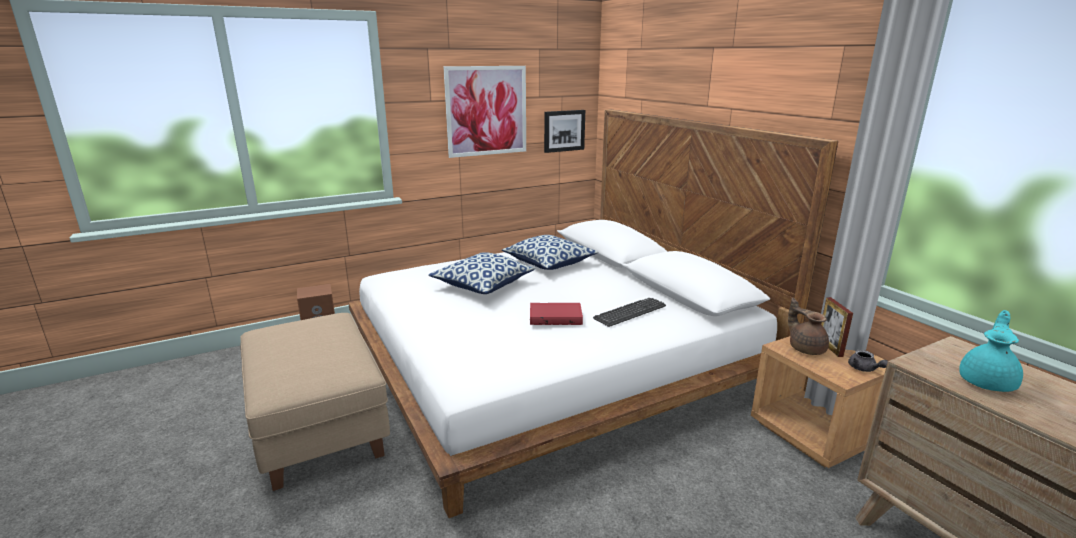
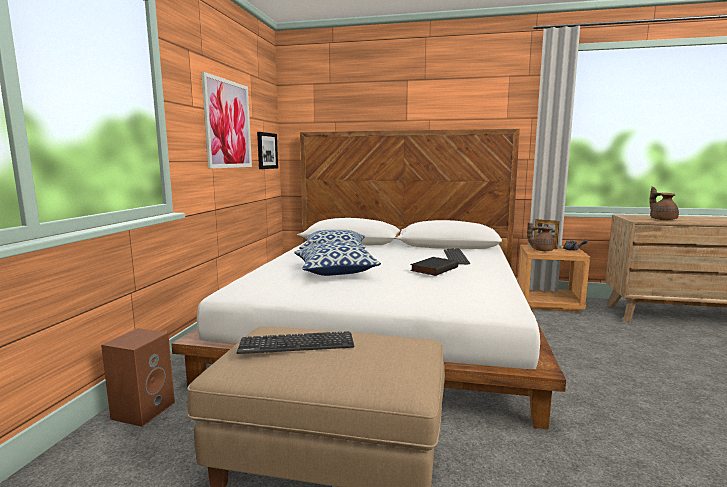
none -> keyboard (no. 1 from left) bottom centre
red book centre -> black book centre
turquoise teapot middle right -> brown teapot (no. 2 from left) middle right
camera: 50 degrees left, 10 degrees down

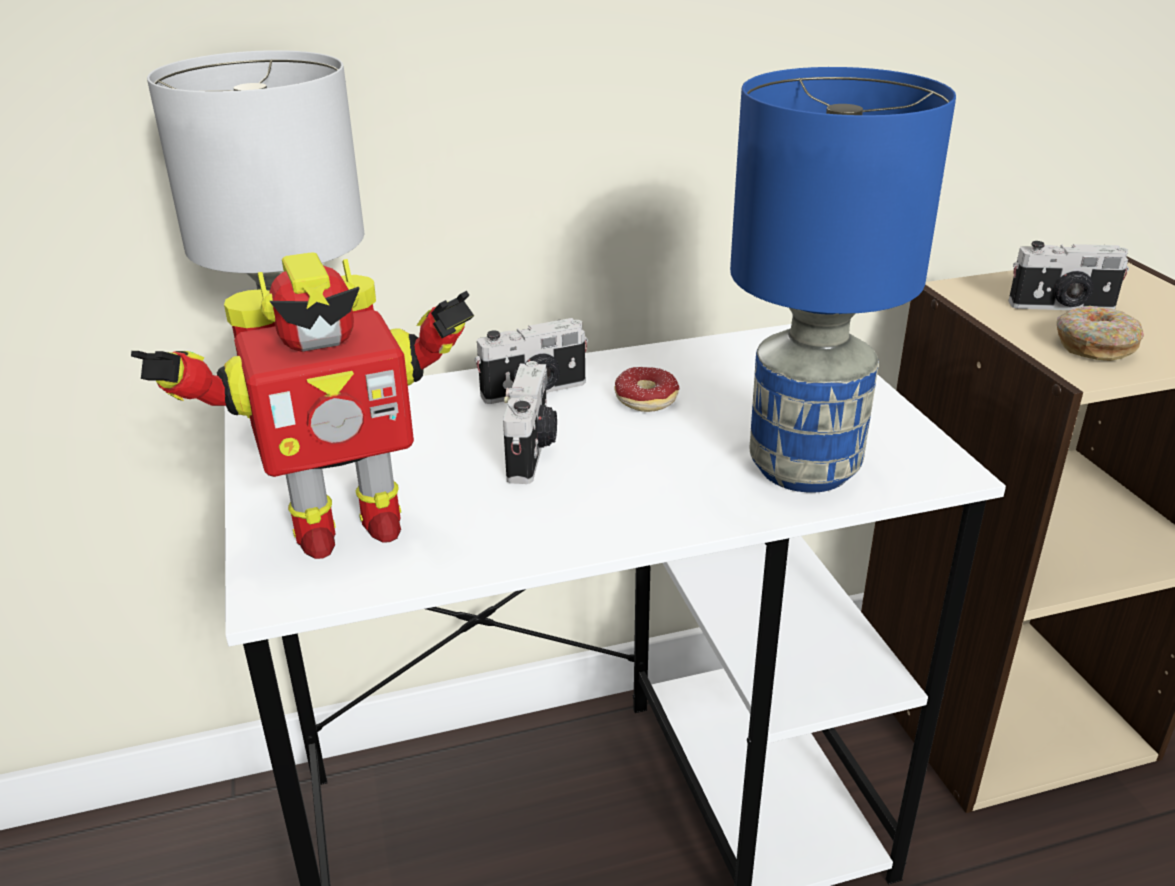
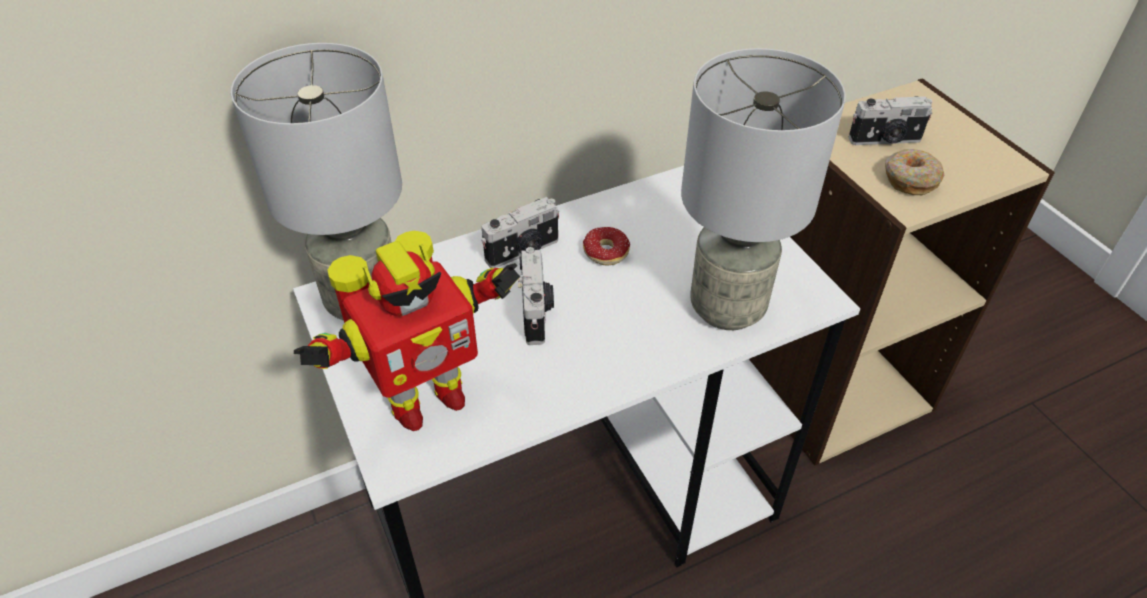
blue table lamp top right -> grey table lamp (no. 2 from left) top centre
camera: 10 degrees left, 15 degrees up

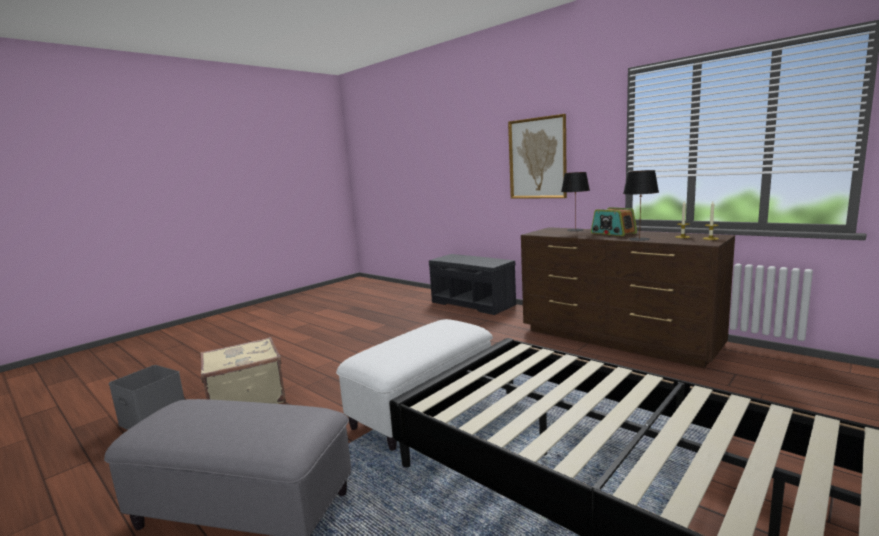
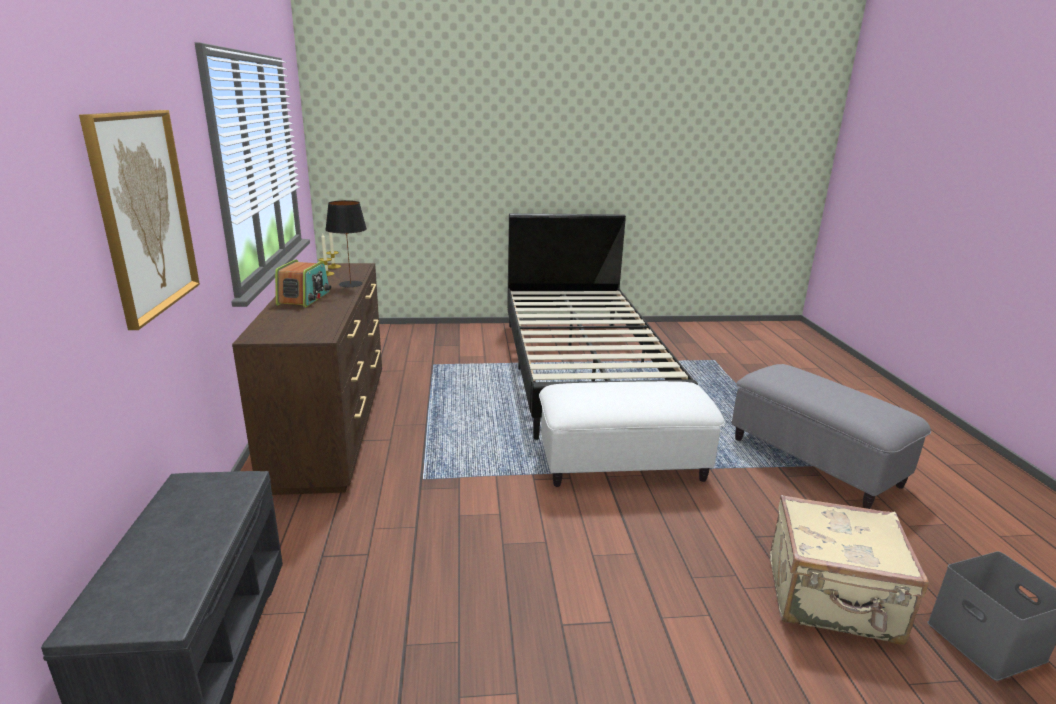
black table lamp (no. 1 from left) centre -> none
camera: 140 degrees left, 10 degrees up

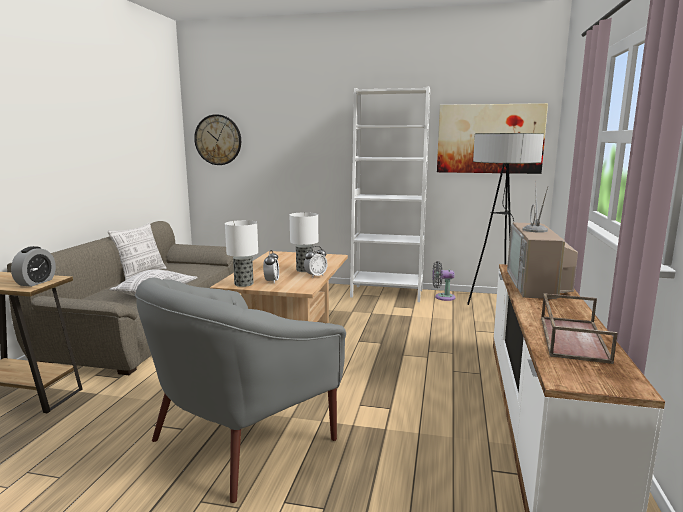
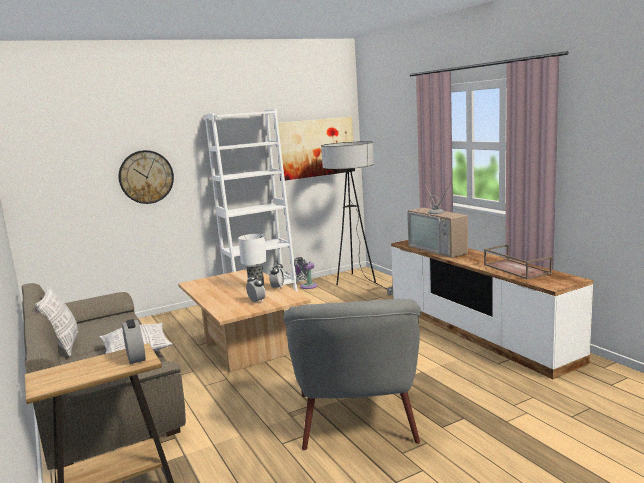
table lamp (no. 1 from left) centre -> none
wall clock top left -> wall clock middle left, relocated
camera: 40 degrees left, 0 degrees up

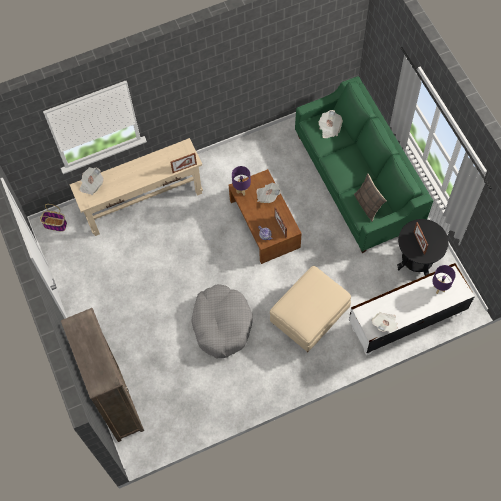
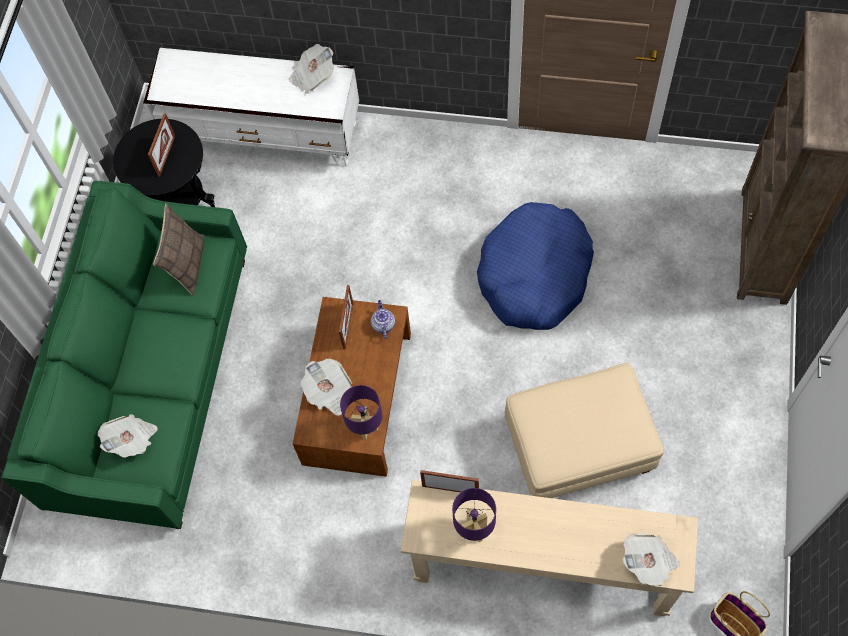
beige ottoman centre -> beige ottoman bottom right, relocated
purple table lamp (no. 2 from left) middle right -> purple table lamp (no. 2 from left) bottom centre, relocated
grey dog bed centre -> blue dog bed centre
camera: 145 degrees left, 0 degrees up

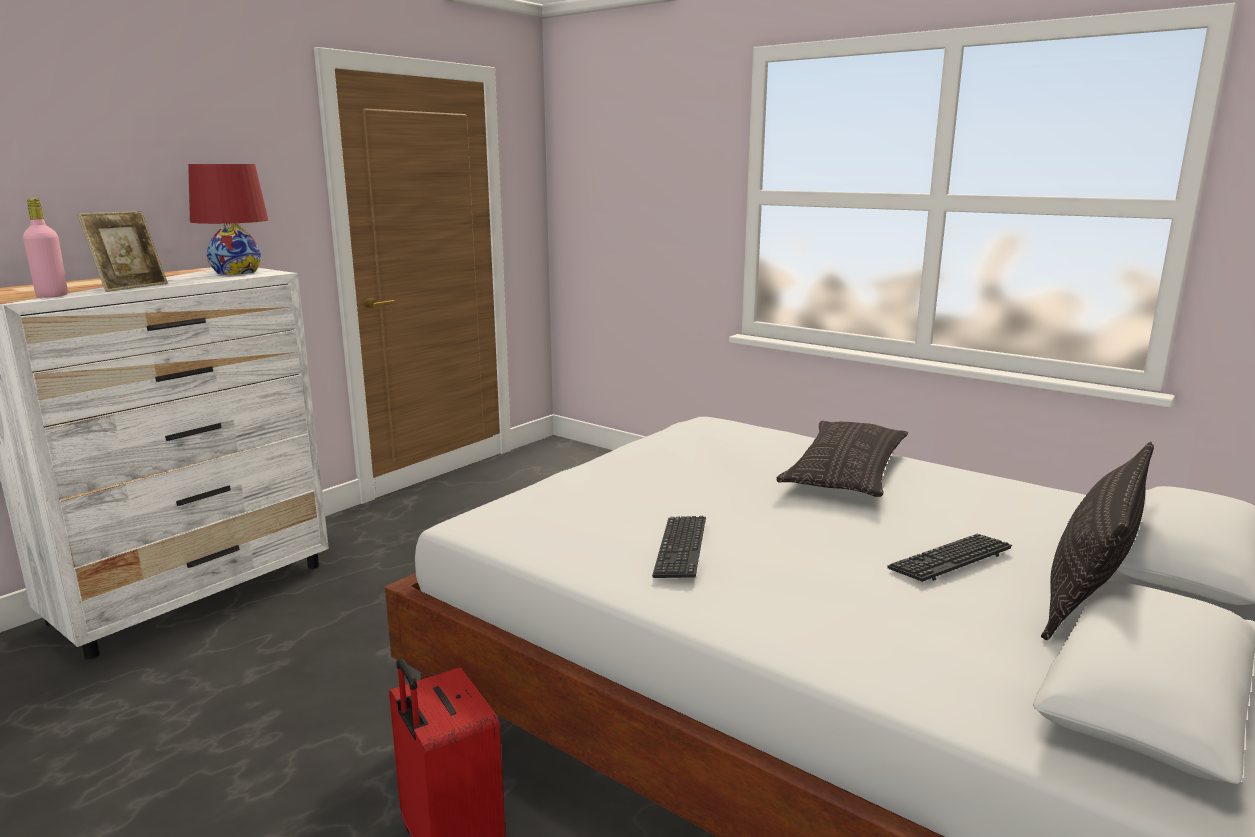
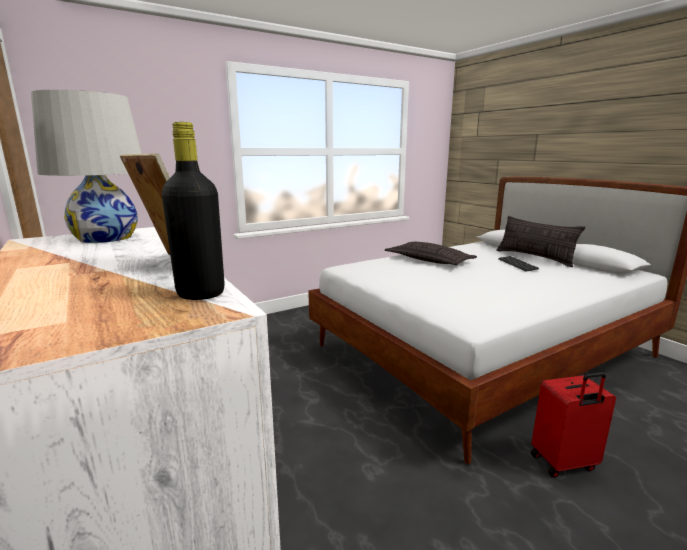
keyboard (no. 1 from left) centre -> none
pink bottle top left -> black bottle middle left
red table lamp top left -> white table lamp top left
camera: 70 degrees left, 0 degrees up

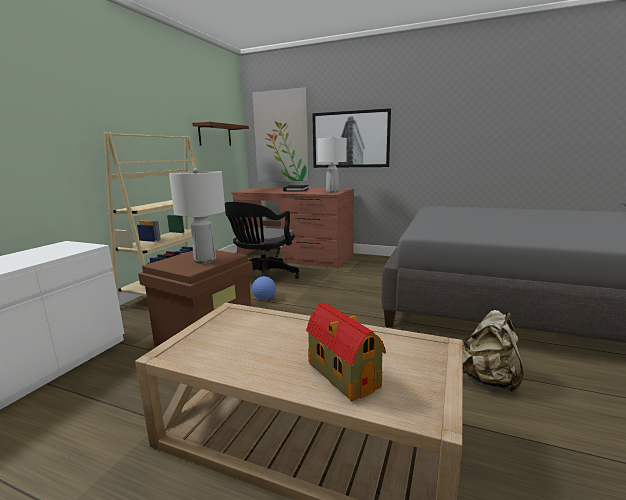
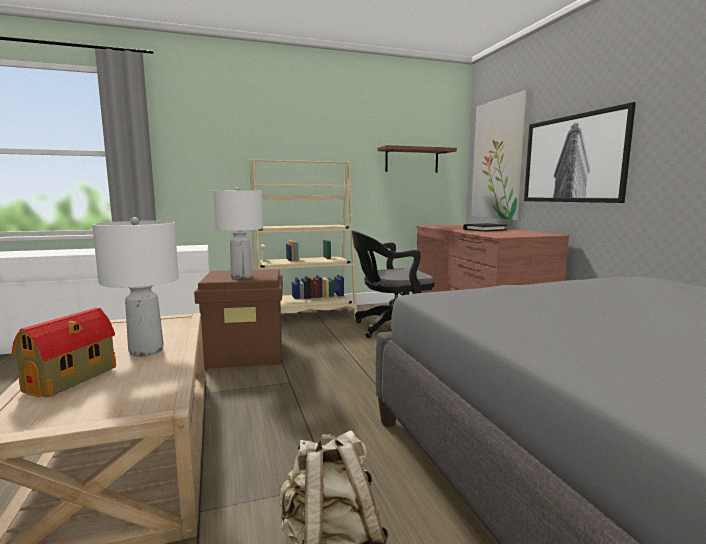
football centre -> none
white table lamp (no. 2 from left in the first image) top centre -> white table lamp (no. 1 from left) middle left, relocated
camera: 50 degrees right, 5 degrees down

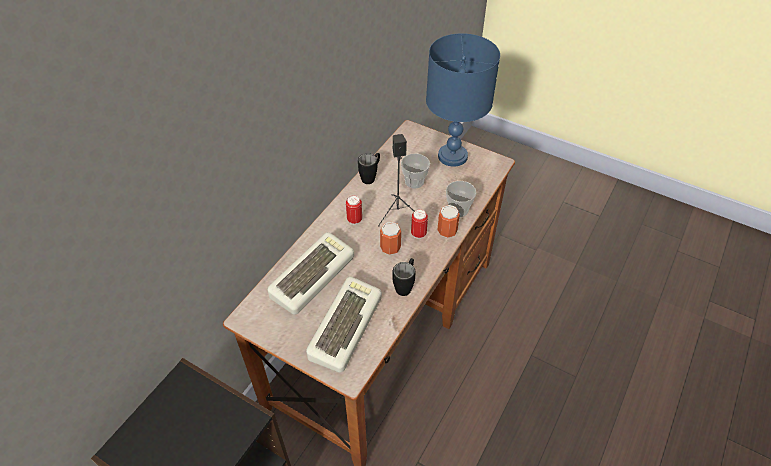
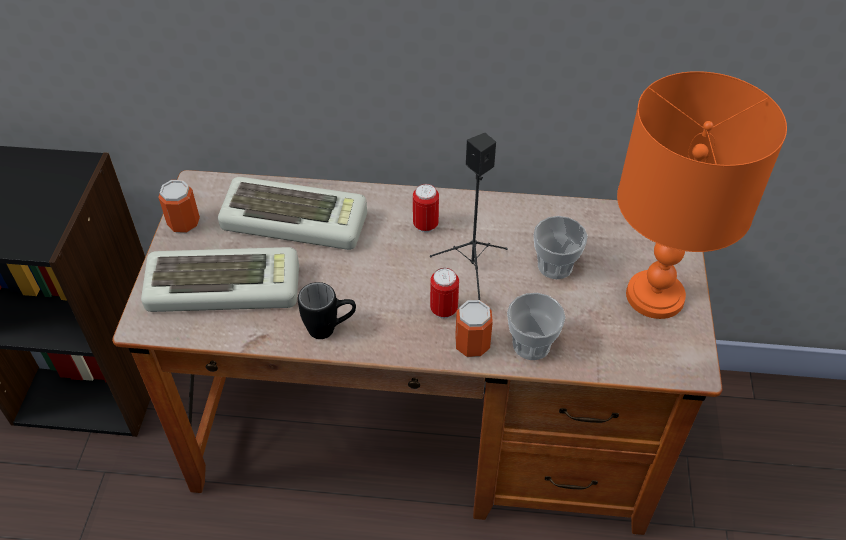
black mug (no. 1 from left) centre -> none
can (no. 2 from left in the first image) centre -> can (no. 1 from left) middle left, relocated
blue table lamp top centre -> orange table lamp middle right
camera: 65 degrees right, 0 degrees up

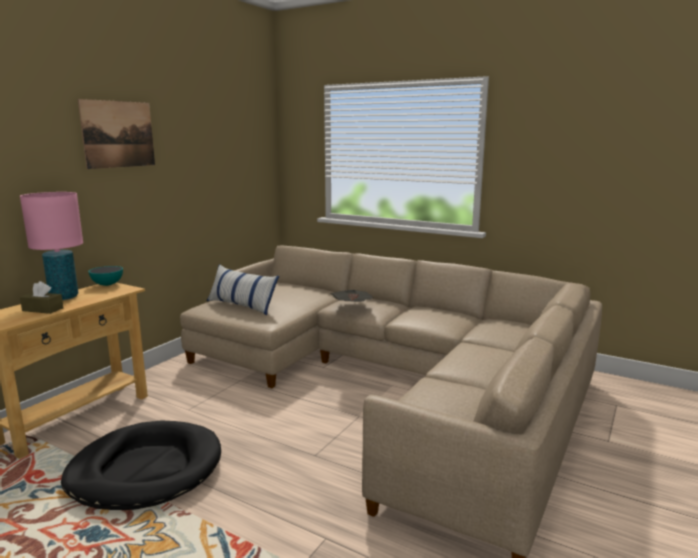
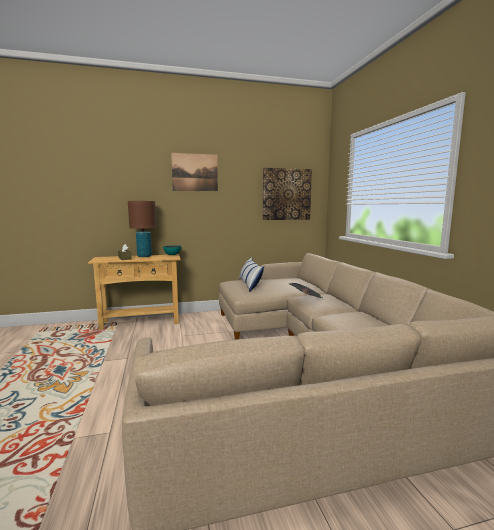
black dog bed bottom left -> none
none -> picture (no. 2 from left) centre
pink table lamp middle left -> brown table lamp middle left
camera: 45 degrees right, 5 degrees down

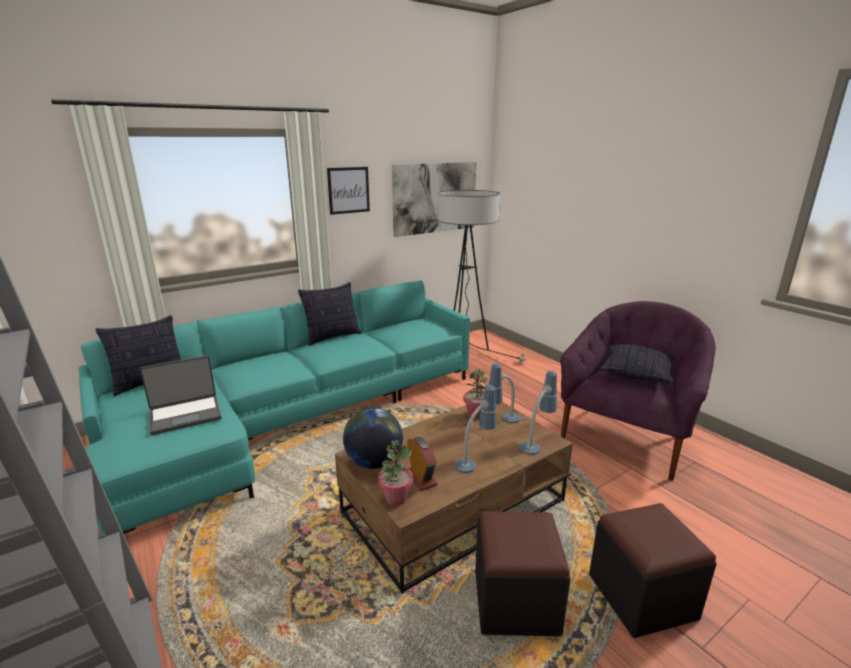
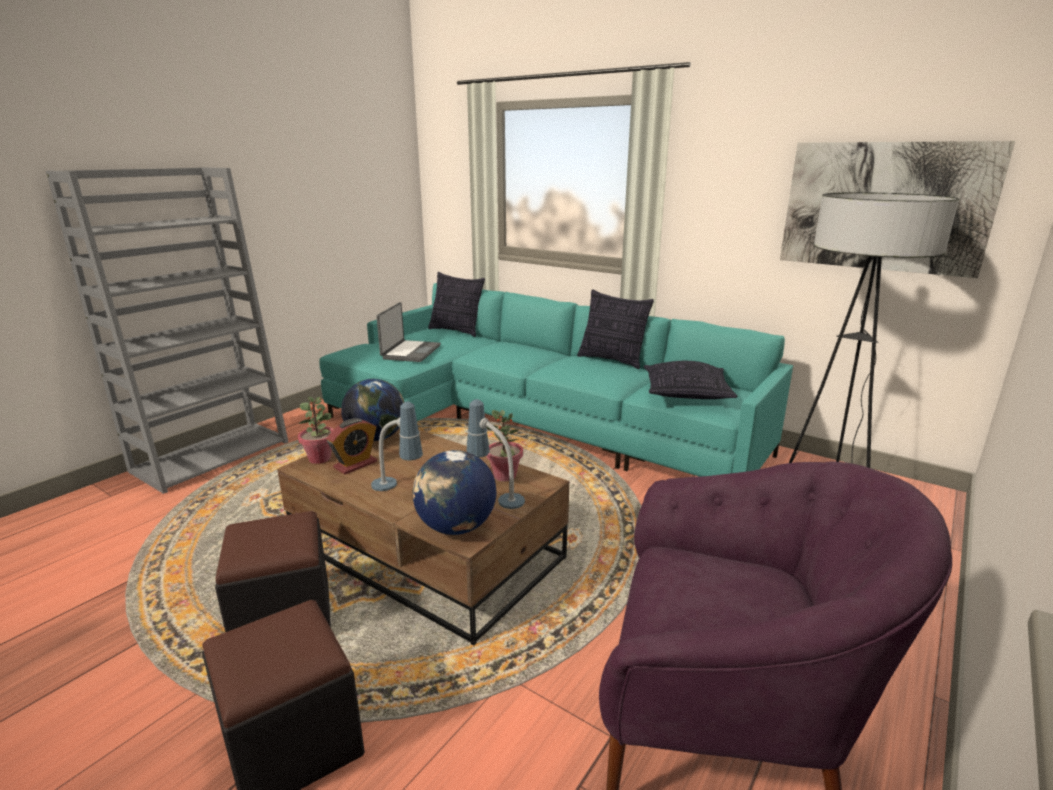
picture (no. 1 from left) top centre -> none
pillow (no. 3 from left) middle right -> pillow (no. 3 from left) centre, relocated
table lamp (no. 3 from left) centre -> globe (no. 2 from left) centre
laptop middle left -> laptop centre, 120 degrees counterclockwise
camera: 70 degrees right, 0 degrees up

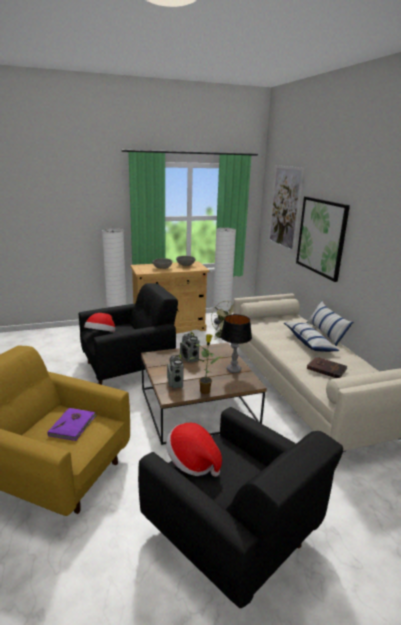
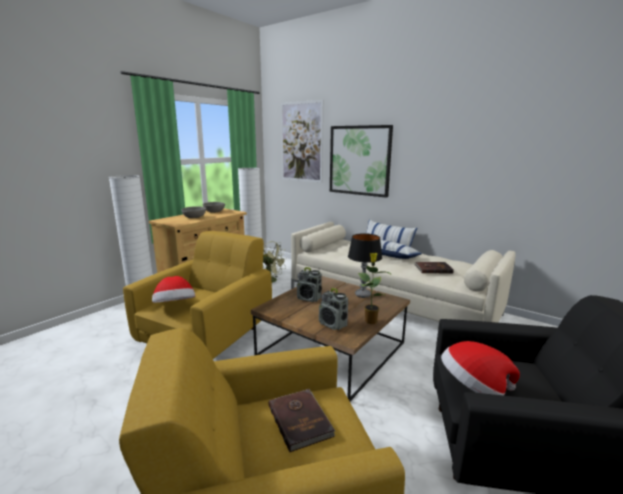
purple book bottom left -> brown book (no. 1 from left) bottom centre
black armchair (no. 1 from left) middle left -> yellow armchair (no. 1 from left) middle left
camera: 35 degrees left, 5 degrees down

